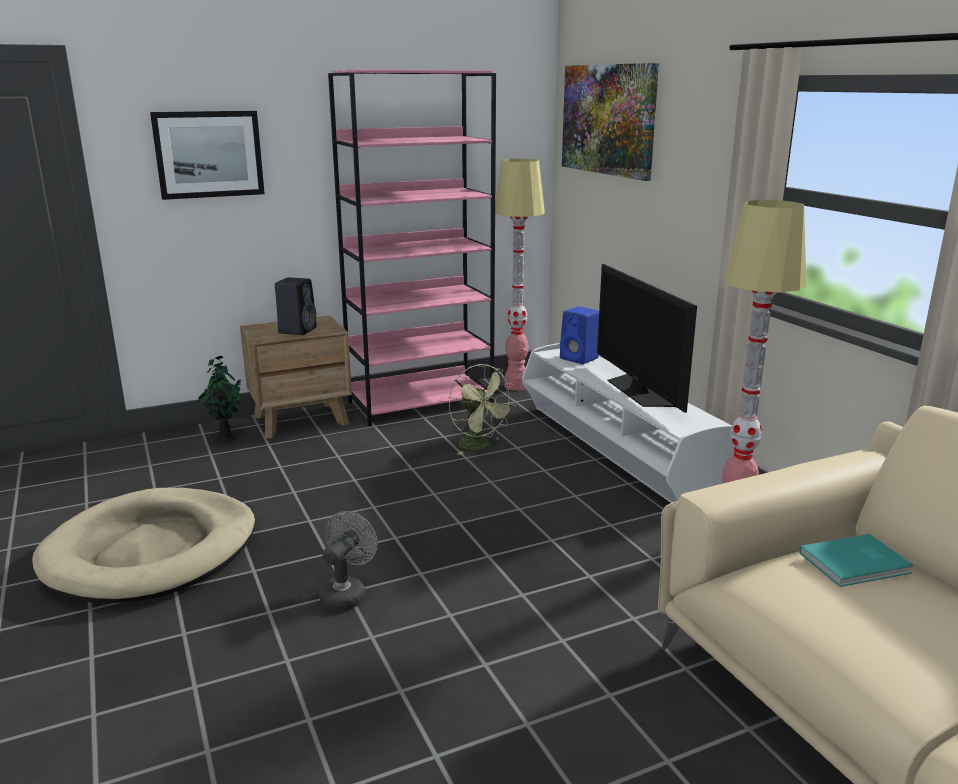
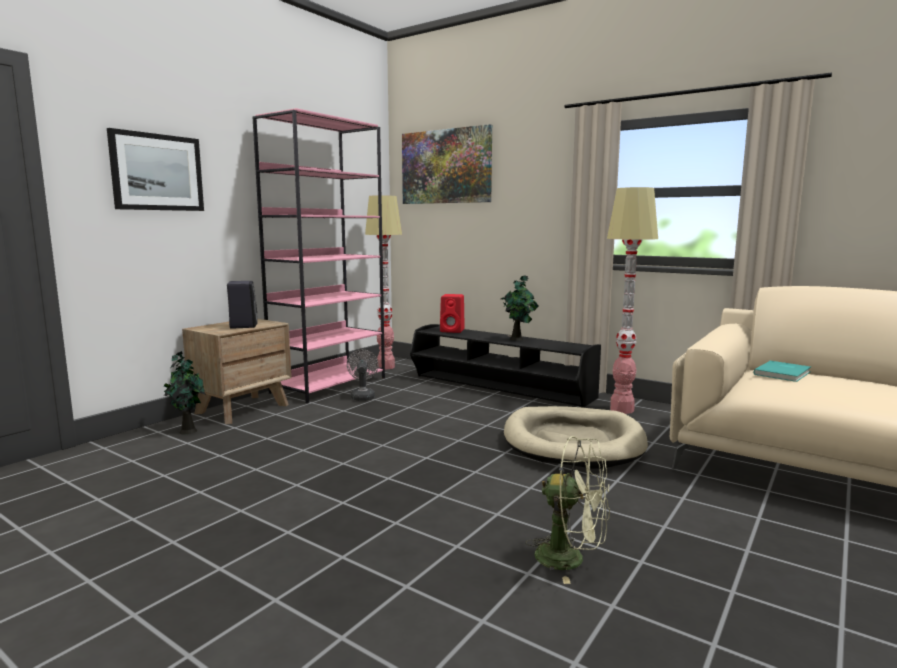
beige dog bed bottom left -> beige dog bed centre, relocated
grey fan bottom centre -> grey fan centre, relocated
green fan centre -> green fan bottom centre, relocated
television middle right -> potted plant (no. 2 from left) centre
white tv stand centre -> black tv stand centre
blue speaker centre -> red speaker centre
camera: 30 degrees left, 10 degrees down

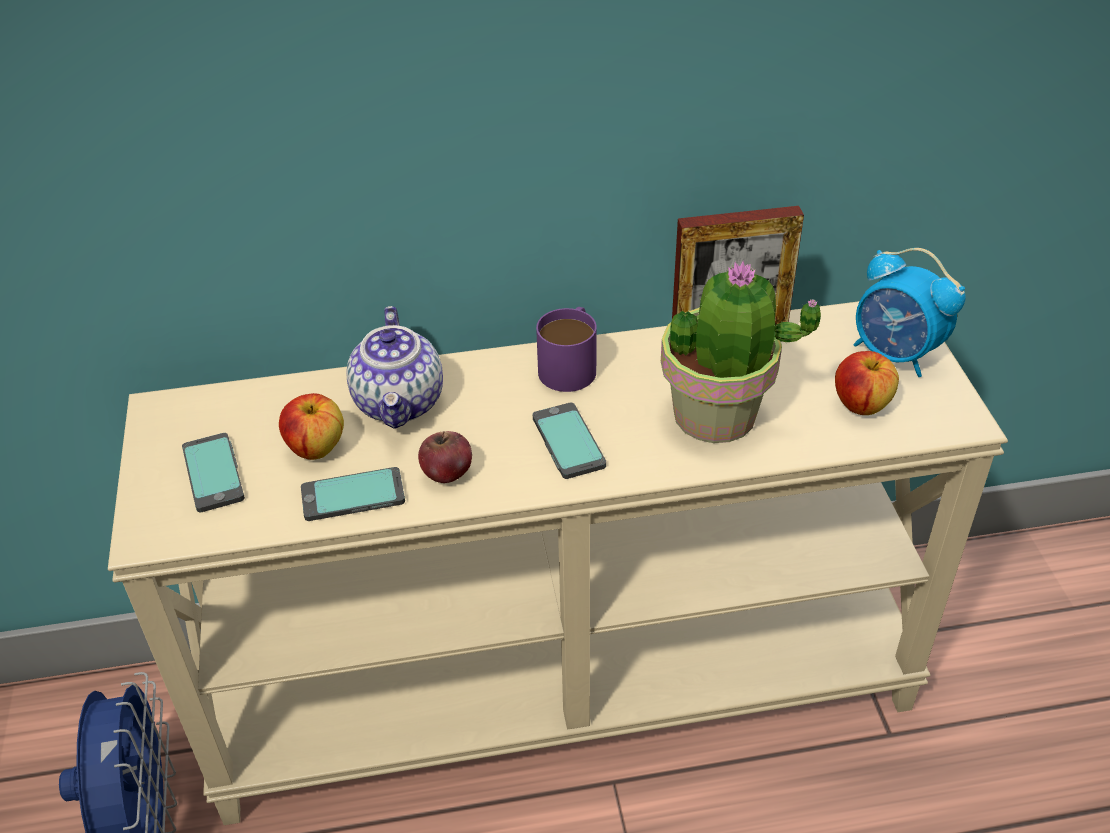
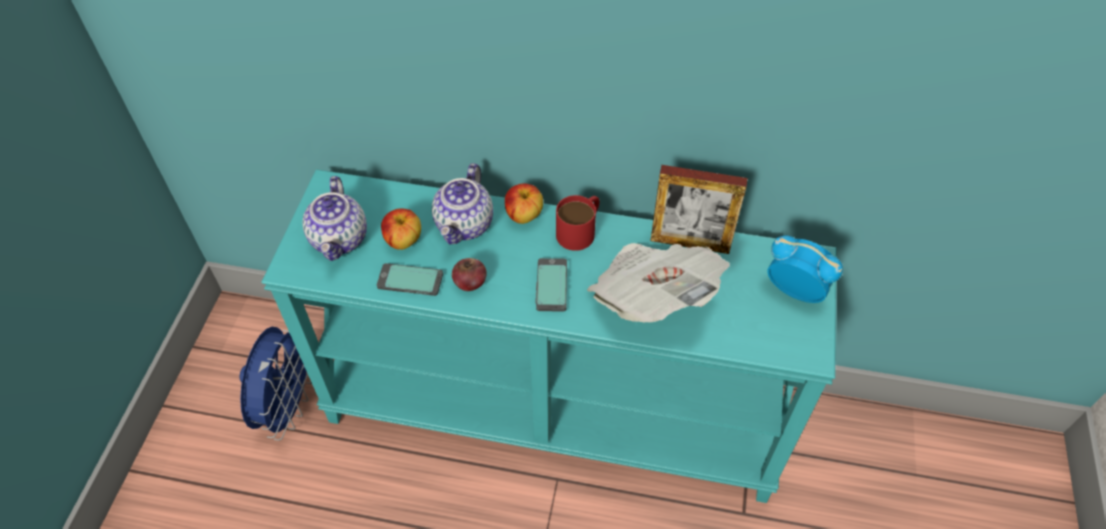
apple (no. 3 from left) middle right -> apple (no. 3 from left) centre, relocated
phone (no. 1 from left) middle left -> teapot (no. 1 from left) middle left
potted plant middle right -> newspaper centre
beige console table bottom centre -> turquoise console table centre
purple mug centre -> red mug centre
alarm clock middle right, 150 degrees clockwise
camera: 20 degrees right, 10 degrees up

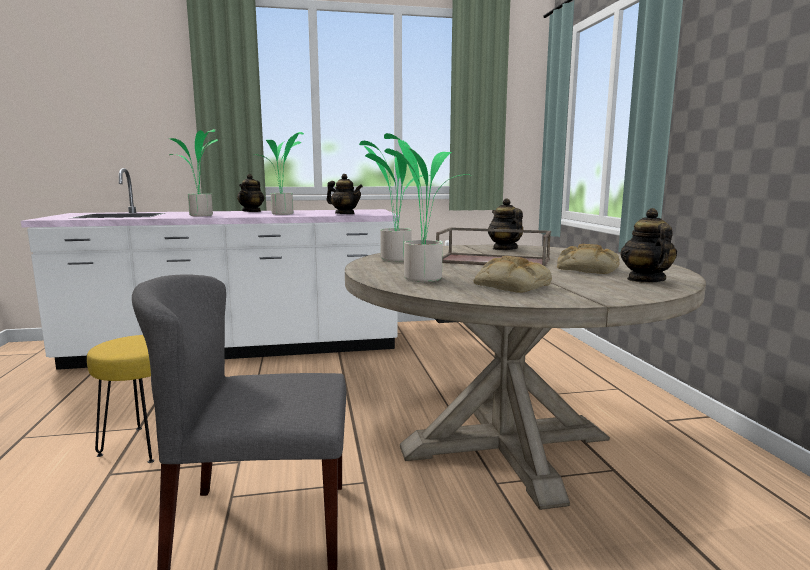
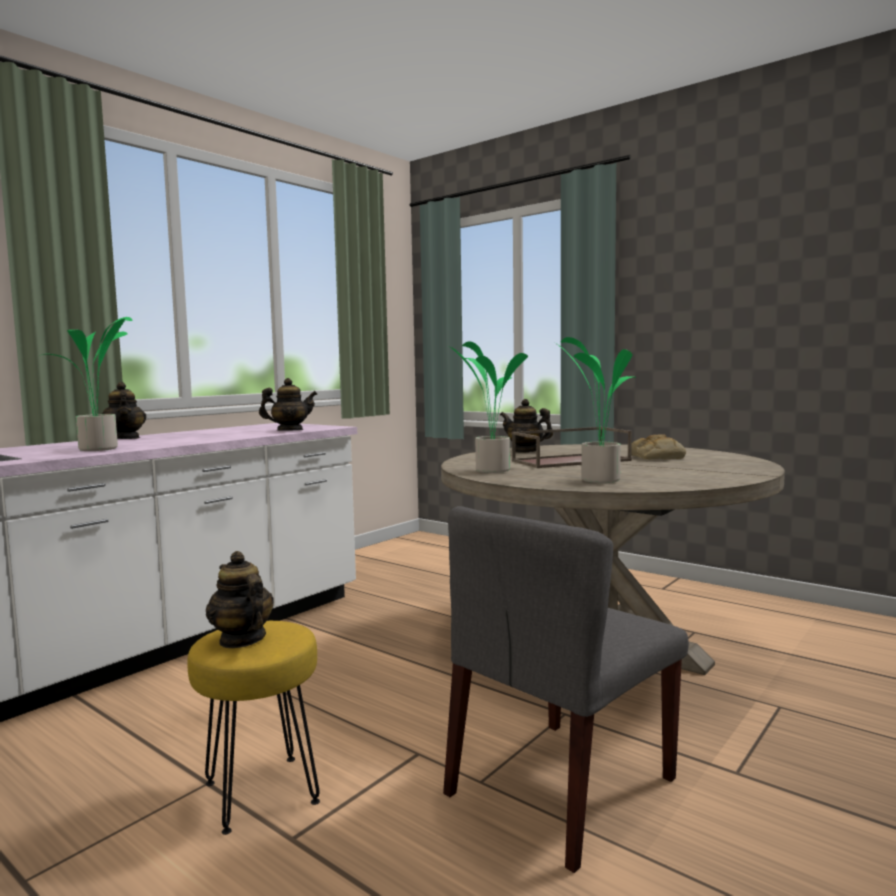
potted plant (no. 2 from left) top centre -> none
bread (no. 1 from left) centre -> none
teapot (no. 4 from left in the first image) middle right -> teapot (no. 2 from left) bottom left, relocated
camera: 40 degrees left, 5 degrees down

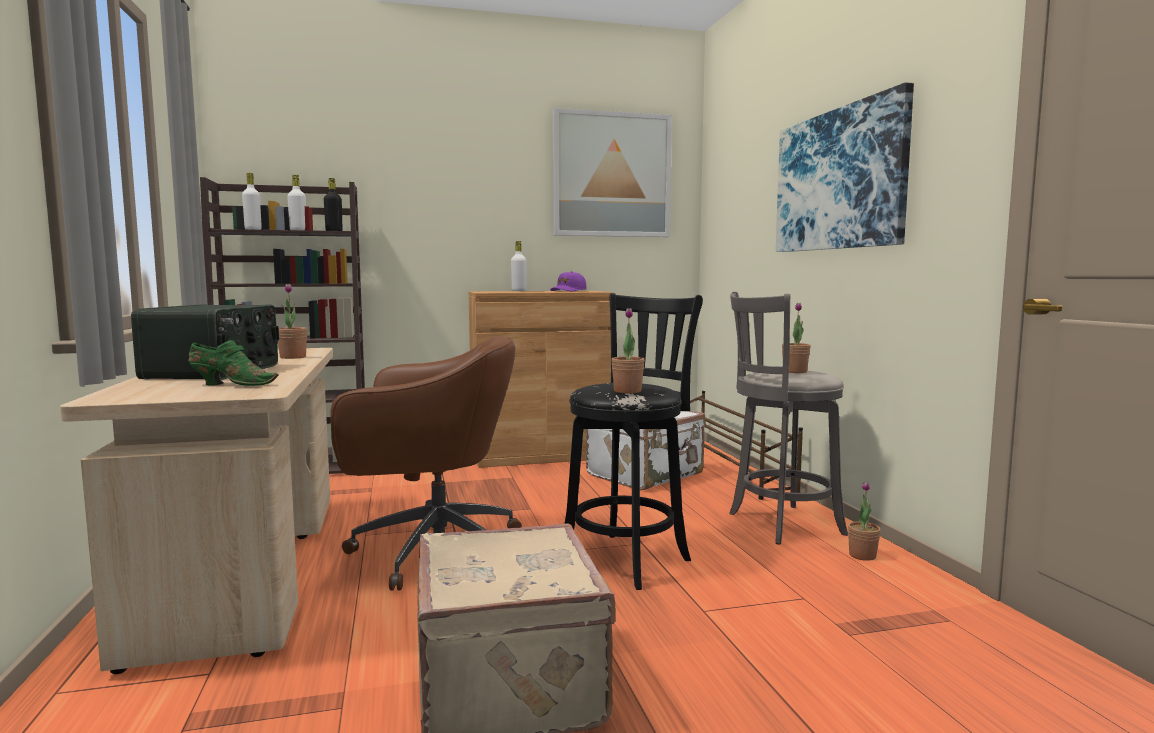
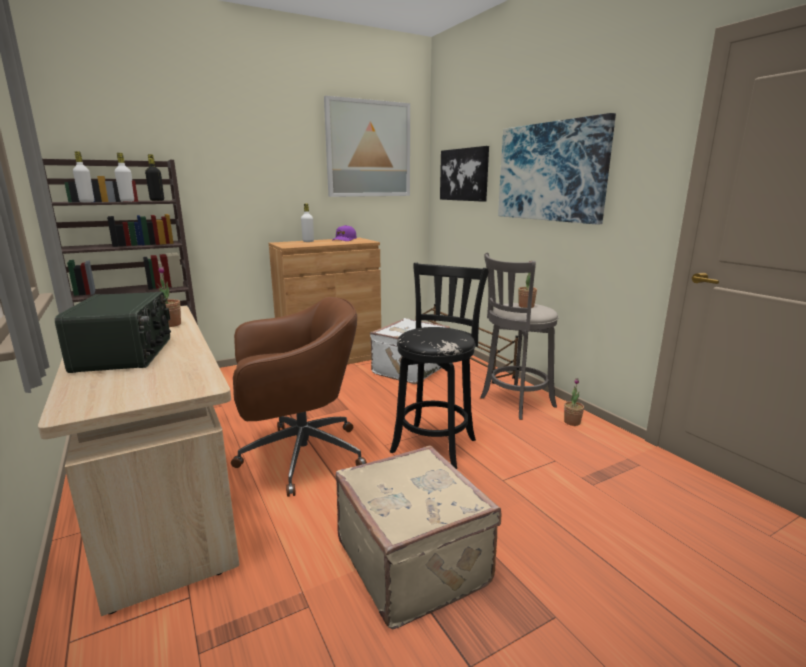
green shoe middle left -> none
potted plant (no. 2 from left) centre -> none
none -> picture (no. 2 from left) top centre
camera: 15 degrees left, 10 degrees up

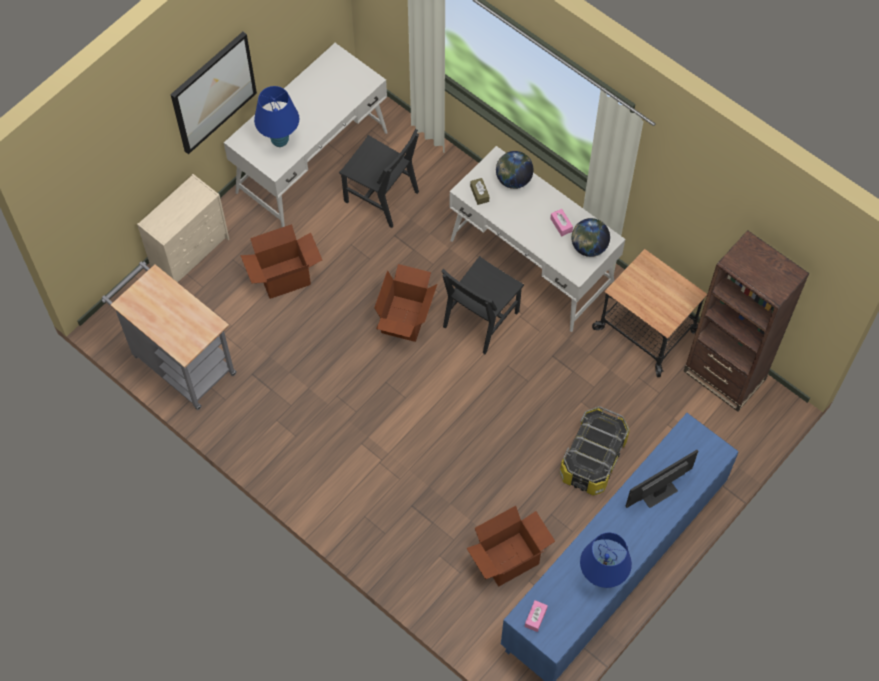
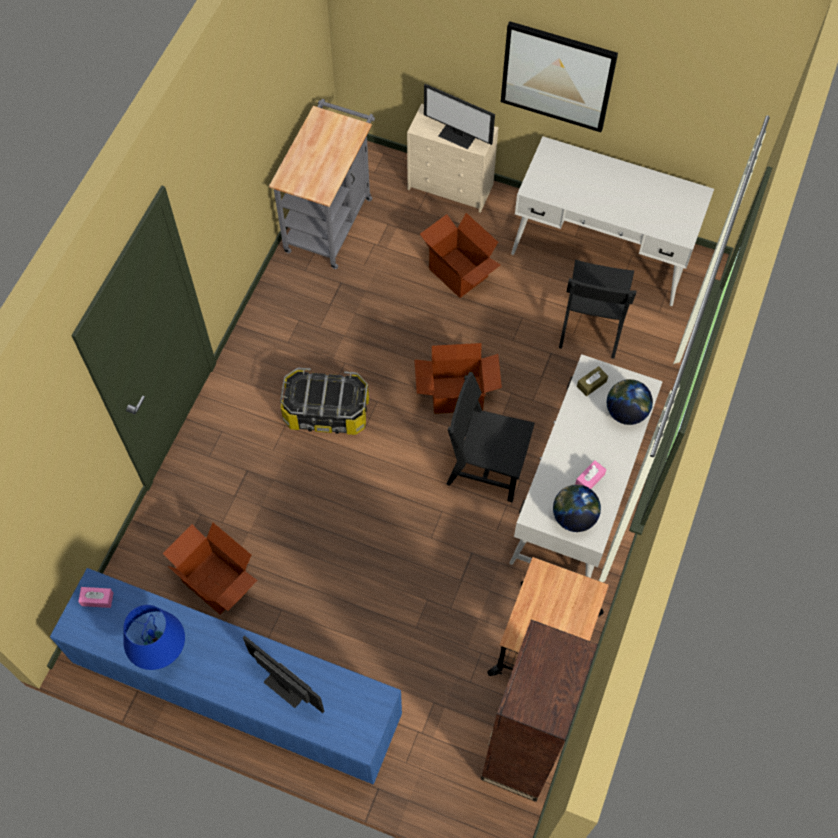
blue table lamp (no. 1 from left) top left -> none
none -> monitor (no. 2 from left) top centre
storage box middle right -> storage box centre, relocated
camera: 70 degrees right, 0 degrees up

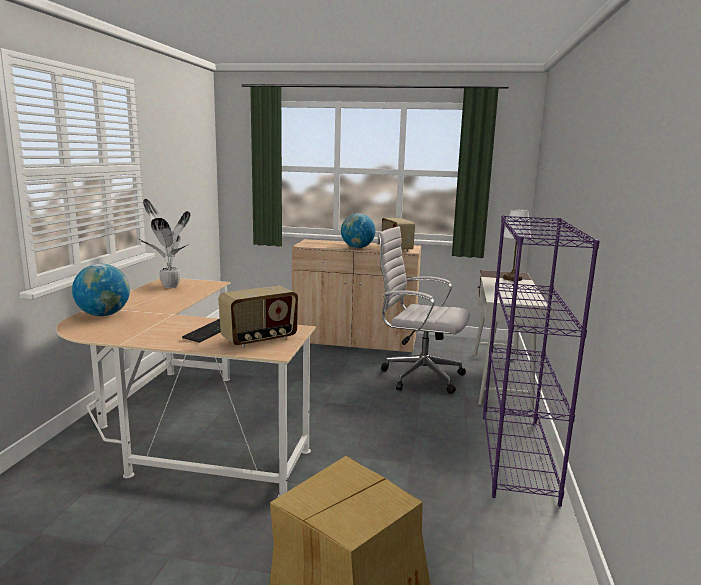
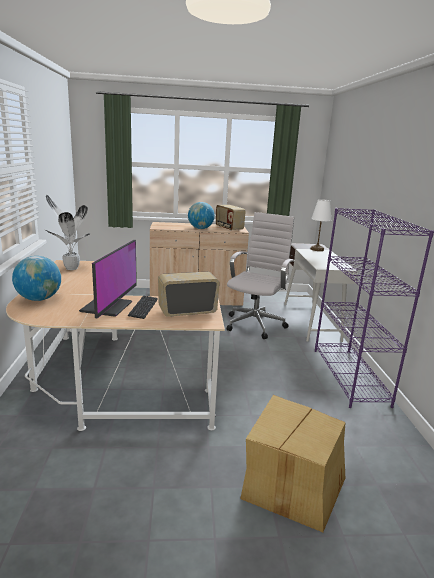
none -> monitor middle left
radio (no. 1 from left) centre, 150 degrees counterclockwise
white office chair centre, 105 degrees clockwise
camera: 15 degrees left, 5 degrees up

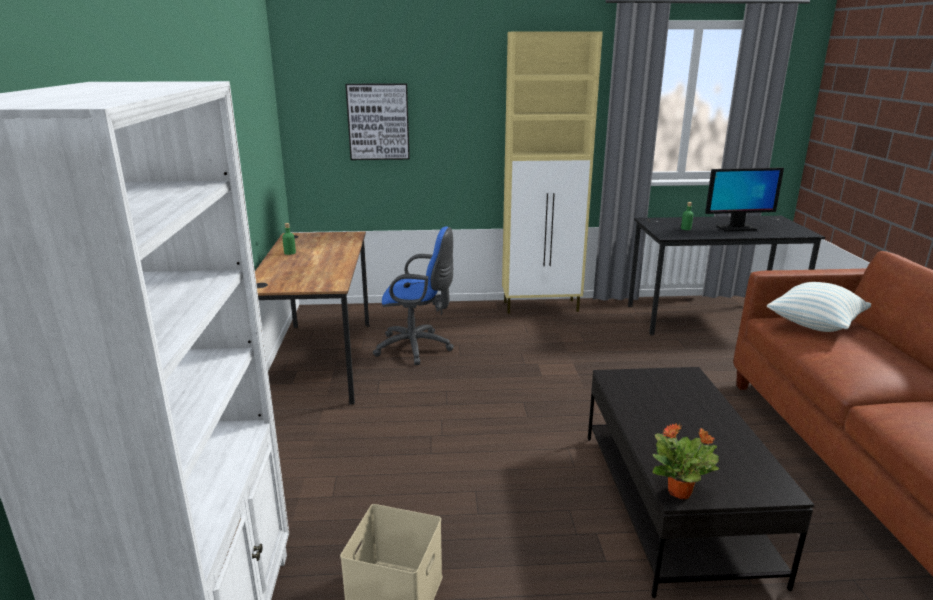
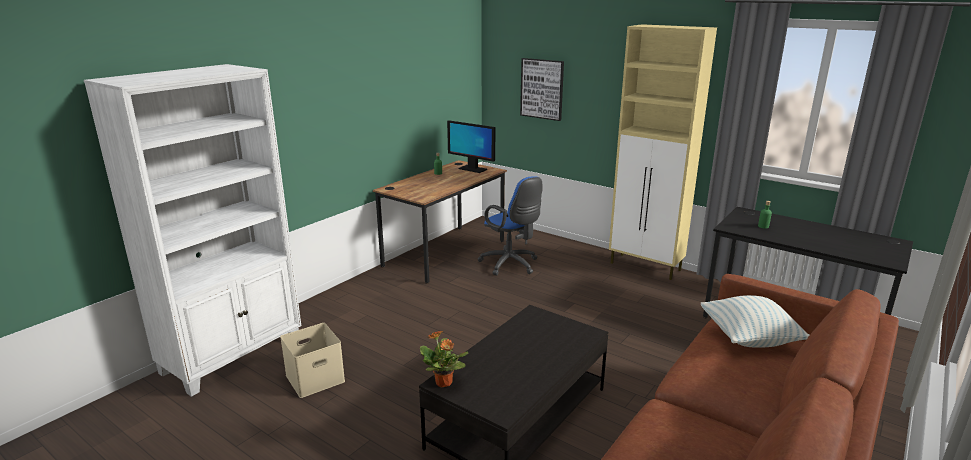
monitor top right -> monitor top centre, relocated
camera: 40 degrees right, 0 degrees up

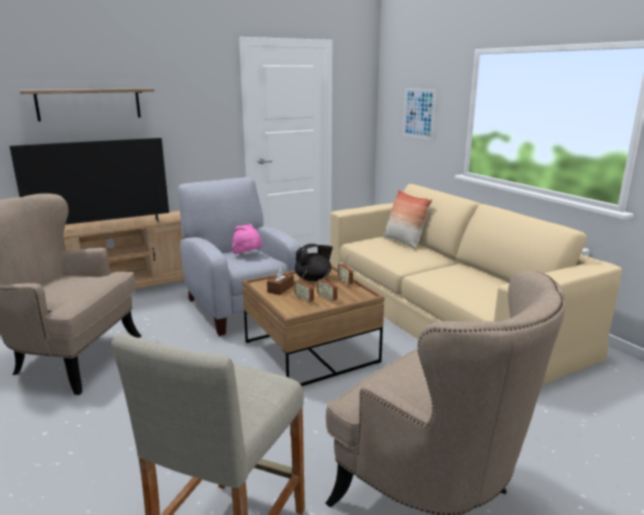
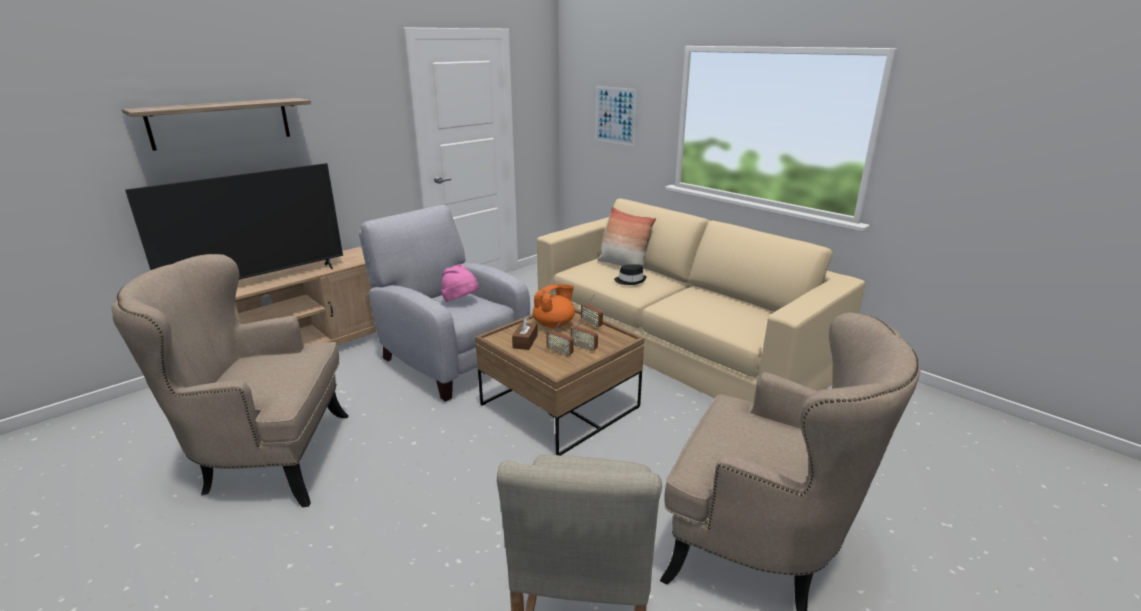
none -> black hat centre
black teapot centre -> orange teapot centre
camera: 15 degrees left, 5 degrees up

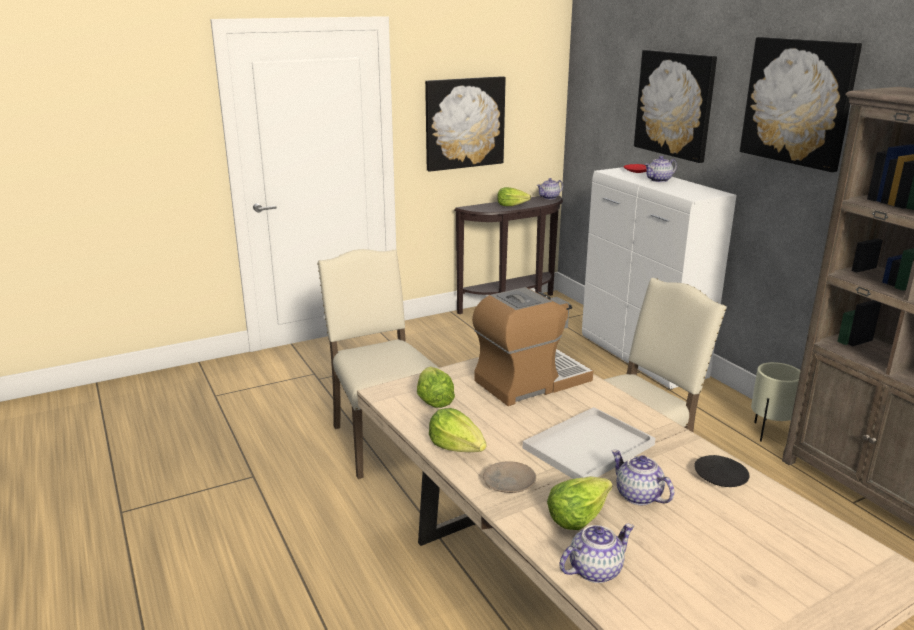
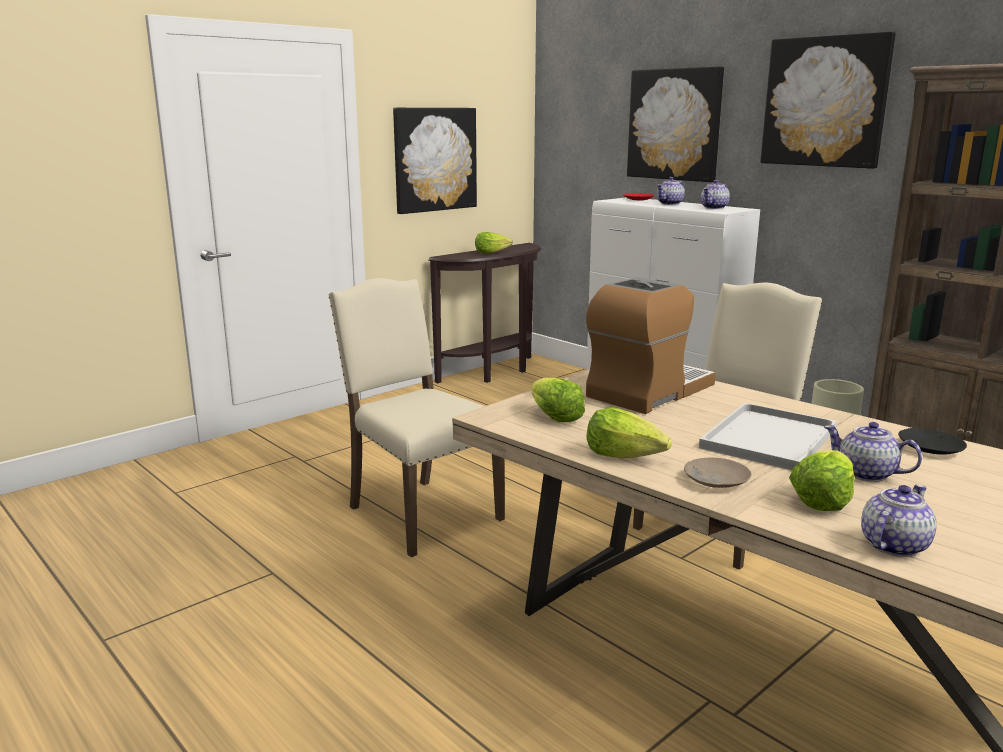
teapot (no. 1 from left in the first image) top centre -> teapot (no. 2 from left) top right, relocated
camera: 15 degrees left, 5 degrees down

